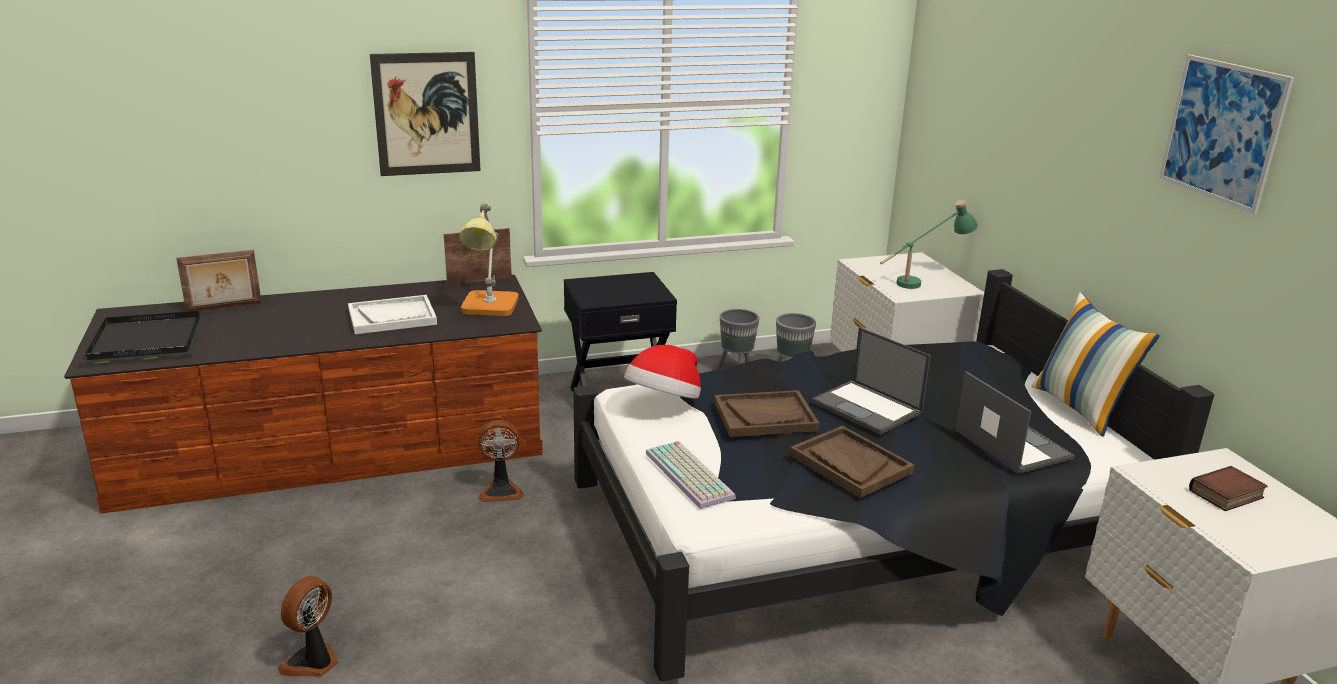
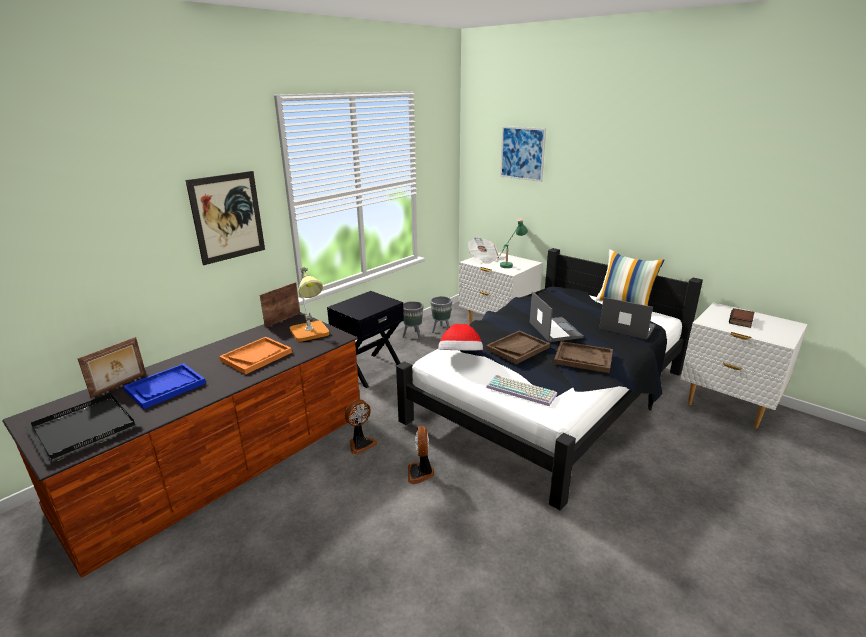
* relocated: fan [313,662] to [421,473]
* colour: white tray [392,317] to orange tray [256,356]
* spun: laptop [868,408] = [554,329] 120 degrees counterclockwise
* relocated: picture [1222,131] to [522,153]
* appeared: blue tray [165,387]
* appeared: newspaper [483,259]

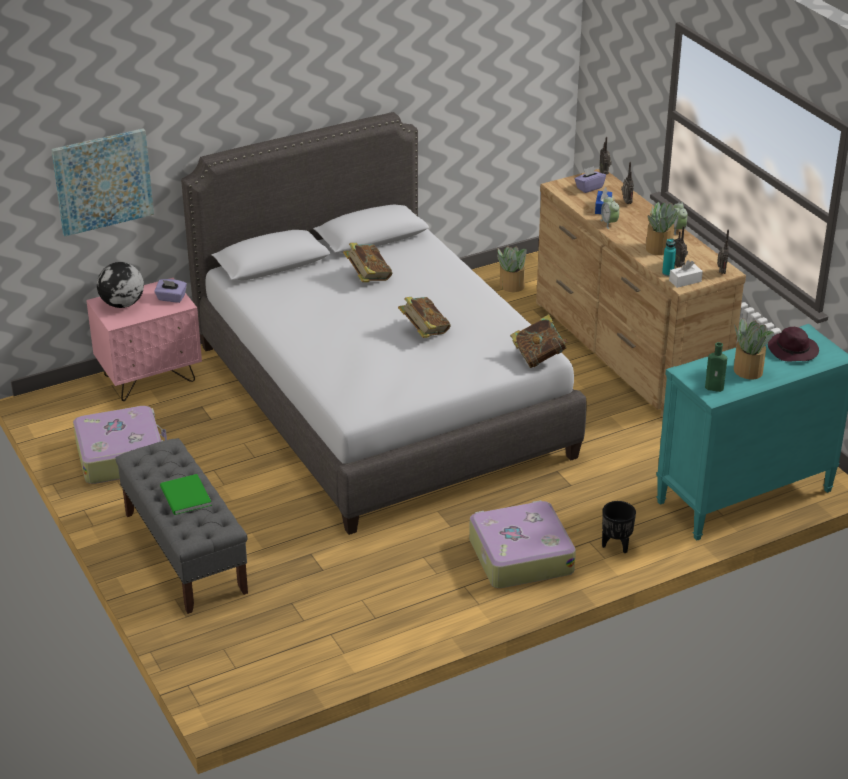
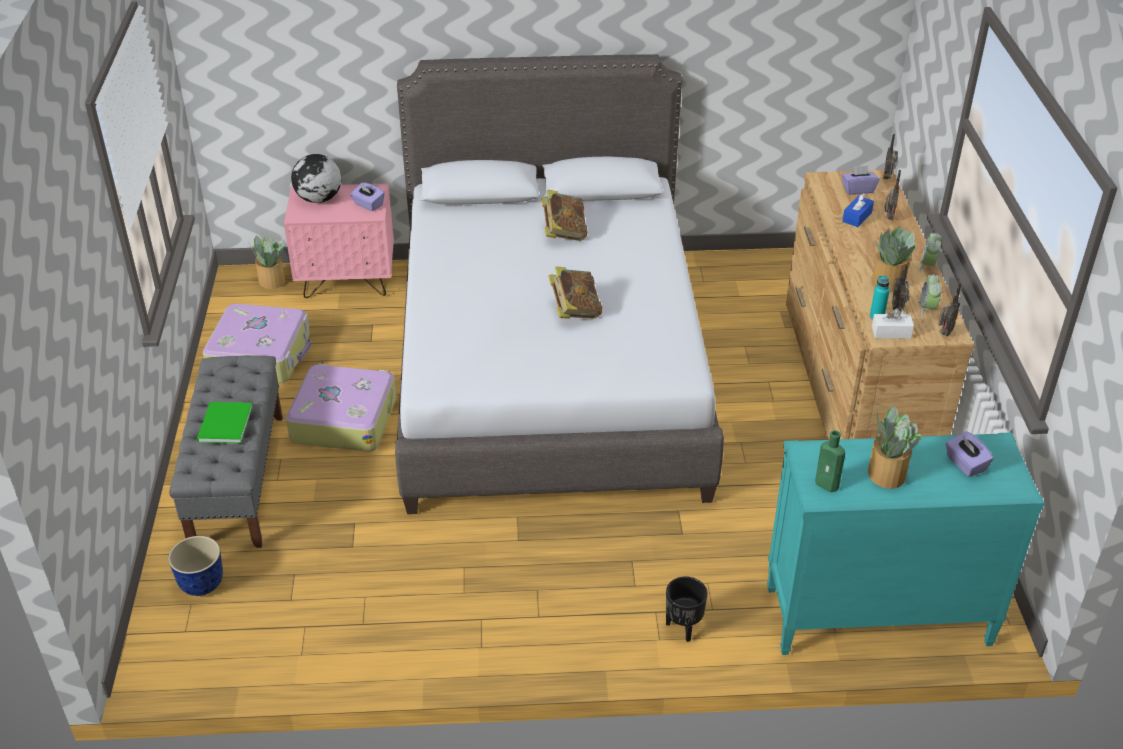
* missing: picture [102,181]
* relocated: suitcase [519,556] to [344,419]
* relocated: potted plant [511,286] to [271,280]
* missing: book [538,357]
* relocated: alarm clock [609,223] to [927,308]
* exchanged: purple hat [793,351] to purple tissue box [965,464]
* appeared: planter [201,584]

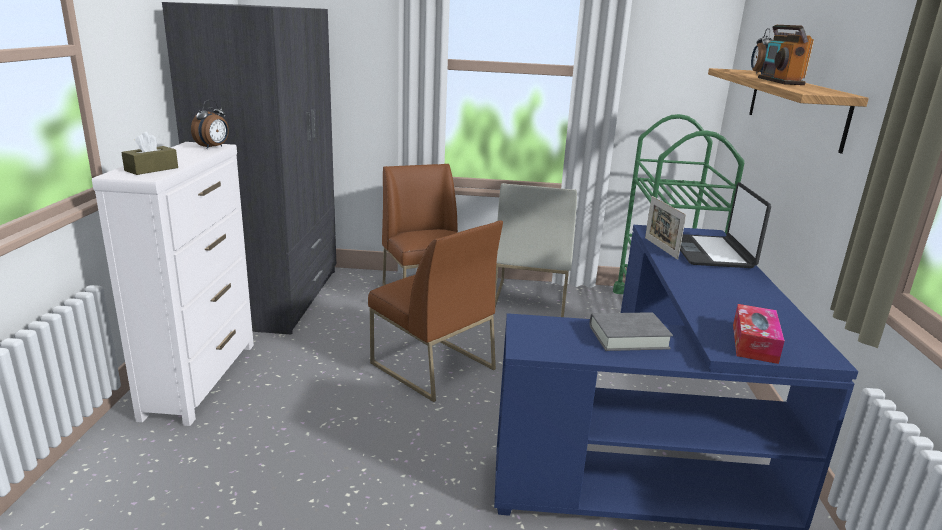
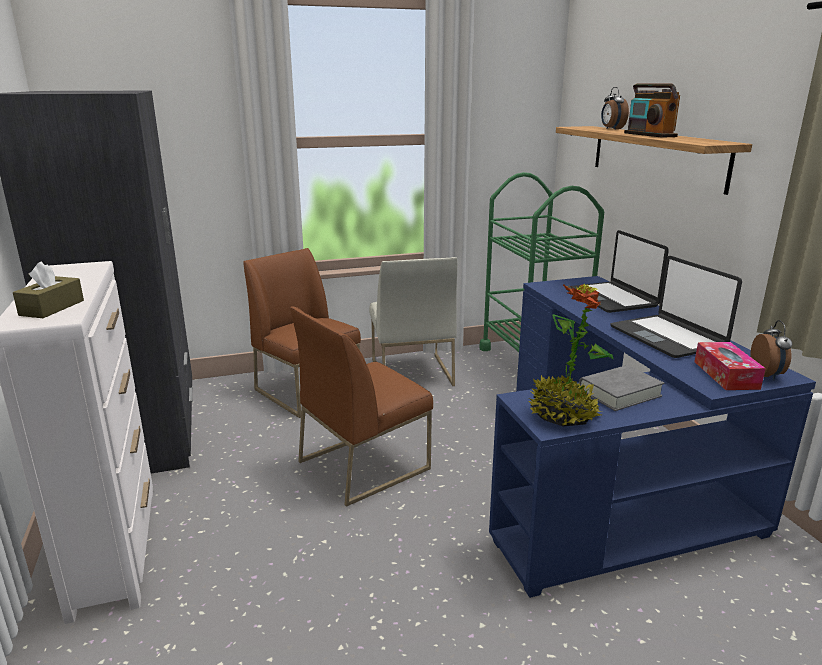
* relocated: alarm clock [213,147] to [767,375]
* spun: brown chair [431,366] = [364,464] 120 degrees clockwise
* missing: picture frame [660,248]
* appeared: potted plant [563,415]
* appeared: laptop [668,337]

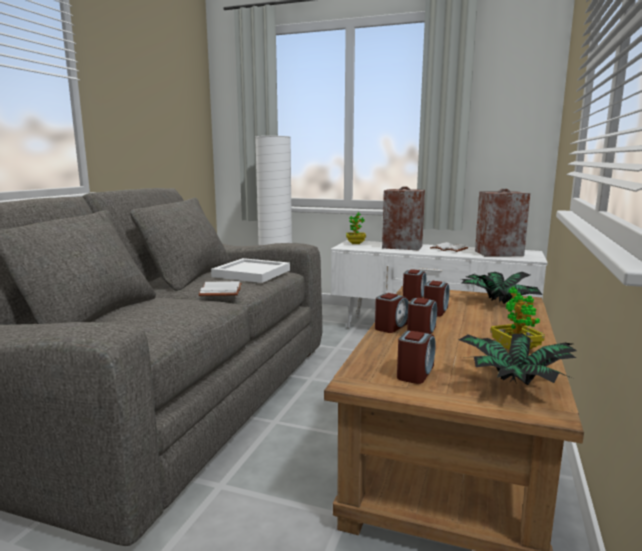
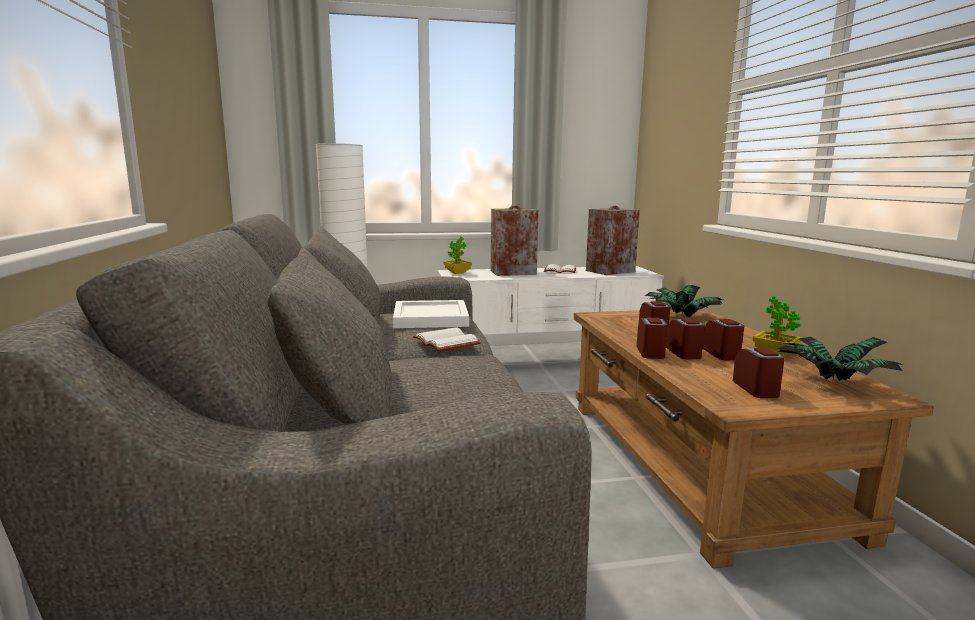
* relocated: alarm clock [414,297] to [721,354]

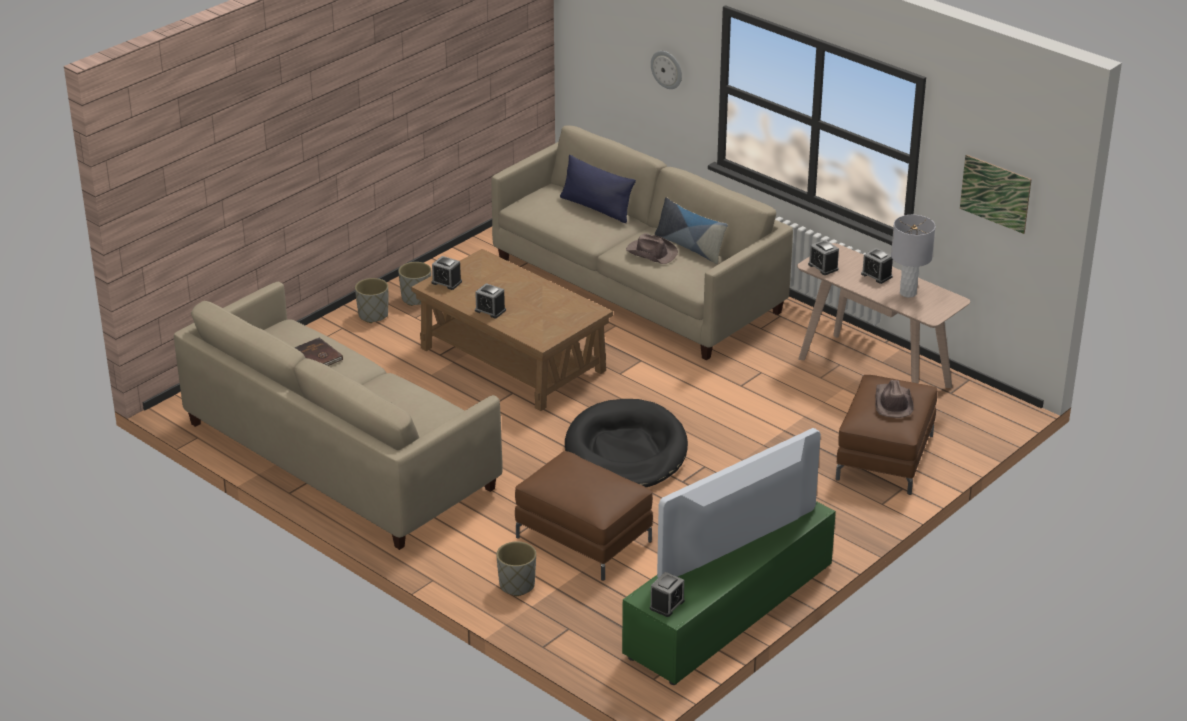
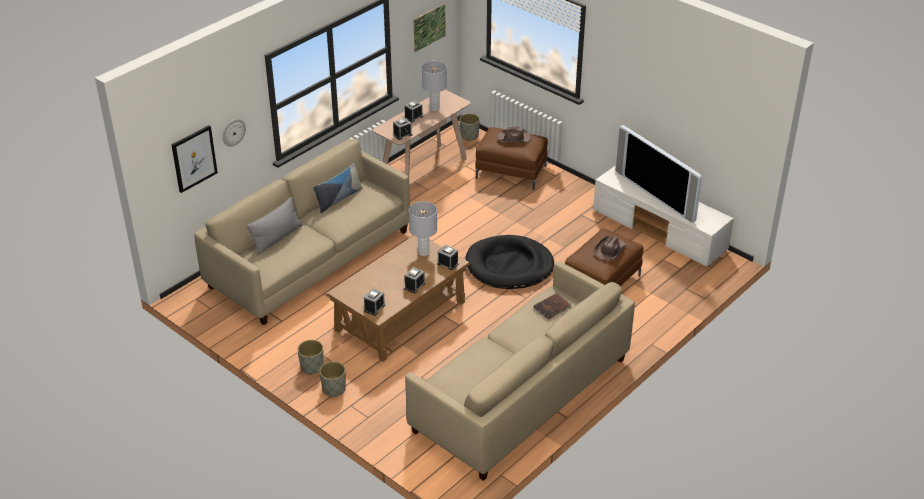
* relocated: brown book [317,356] to [552,307]
* relocated: grey planter [517,585] to [469,136]
* colour: blue pillow [596,208] to grey pillow [277,238]
* colour: green tv stand [729,612] to white tv stand [660,231]
* relocated: brown hat [651,252] to [610,250]
* relocated: alarm clock [667,604] to [448,263]
* appeared: picture [194,158]
* appeared: grey table lamp [423,252]

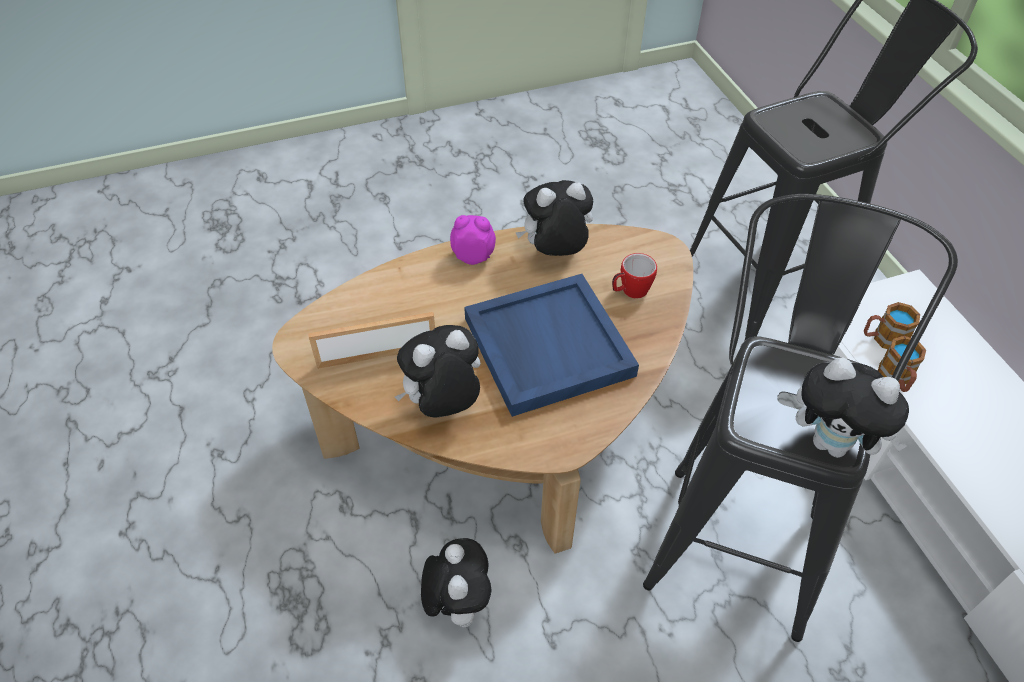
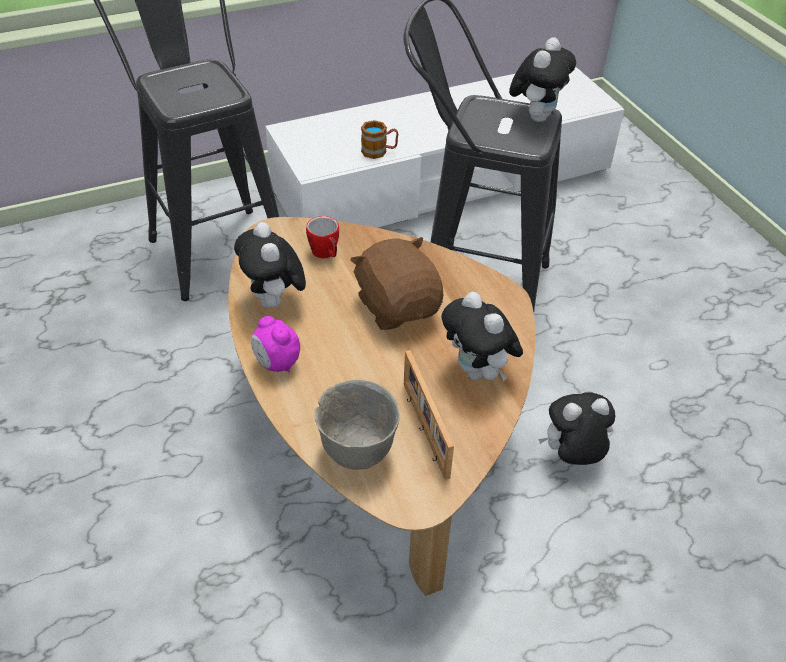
* spun: alarm clock [473,256] = [276,363] 45 degrees counterclockwise
* exchanged: blue tray [546,346] to brown plush toy [398,306]
* missing: mug [882,338]
* appeared: grey bowl [356,450]

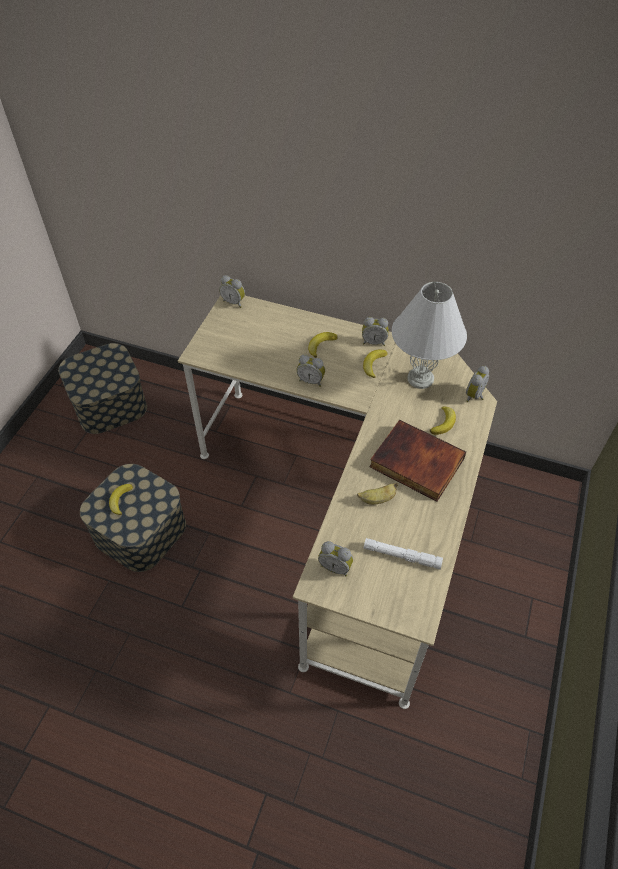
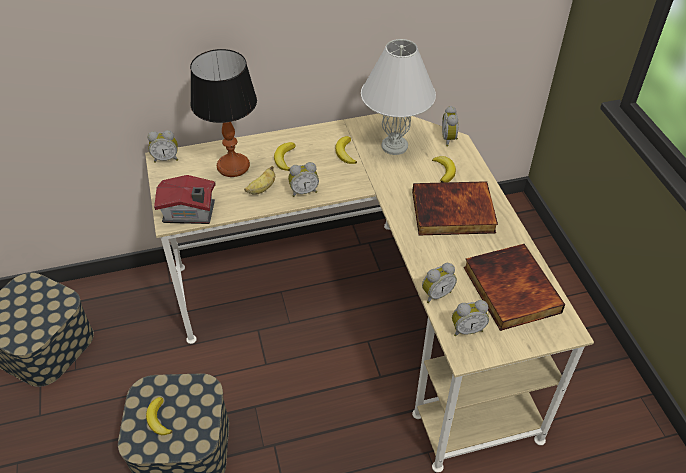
* relocated: banana [377,499] to [262,189]
* relocated: alarm clock [374,342] to [436,294]
* exchanged: white flashlight [402,556] to book [509,289]
* appeared: toy house [190,213]
* appeared: table lamp [233,166]

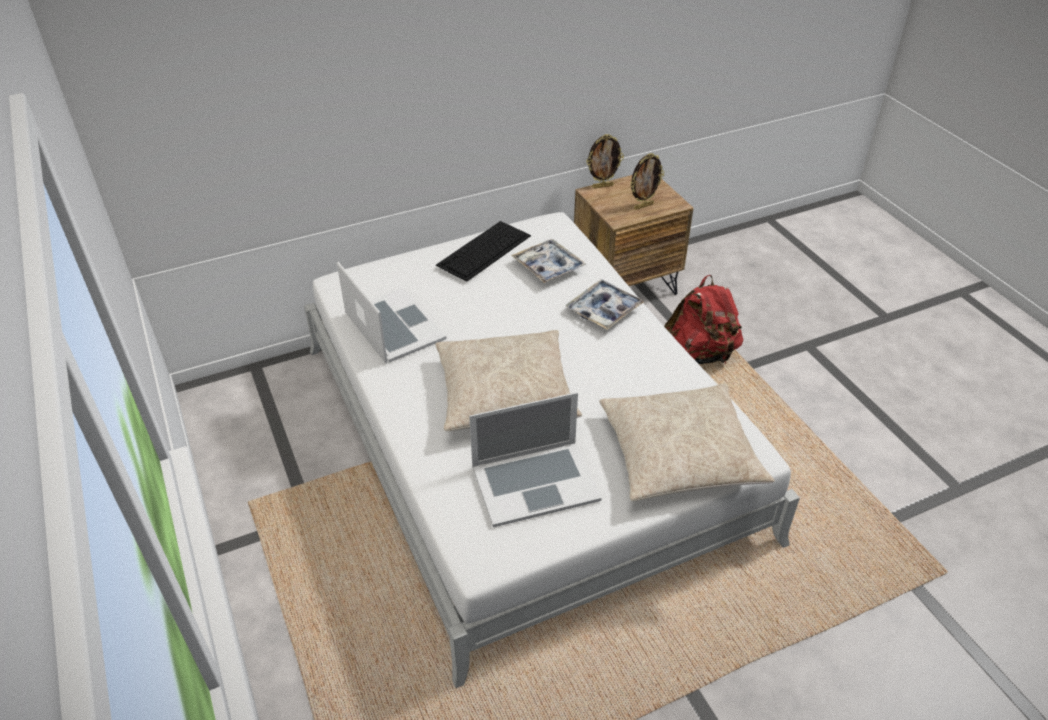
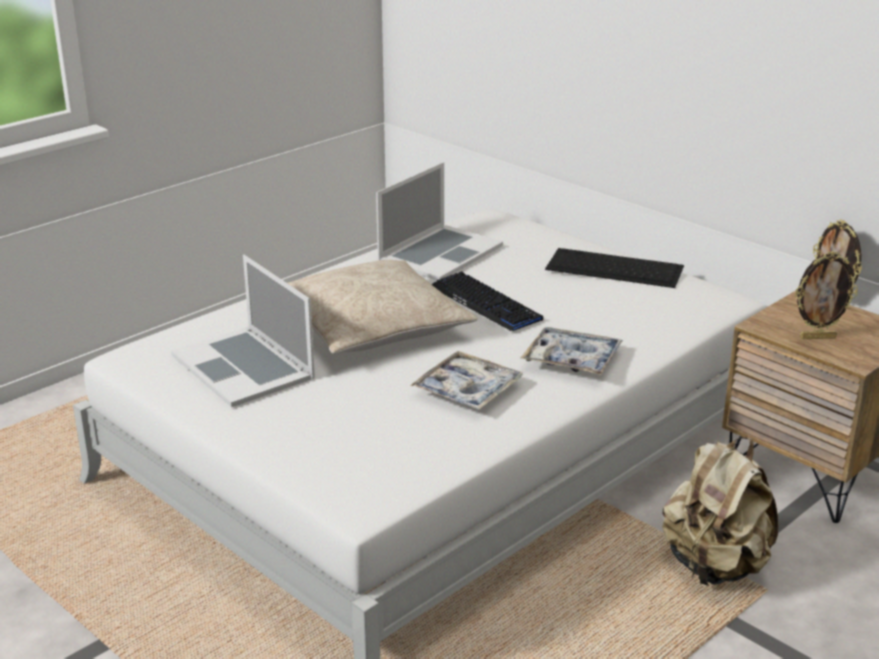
* relocated: tray [548,266] to [467,390]
* missing: beige pillow [679,453]
* spun: picture frame [643,206] = [817,337] 45 degrees counterclockwise
* colour: red backpack [699,353] to beige backpack [715,566]
* appeared: keyboard [485,303]

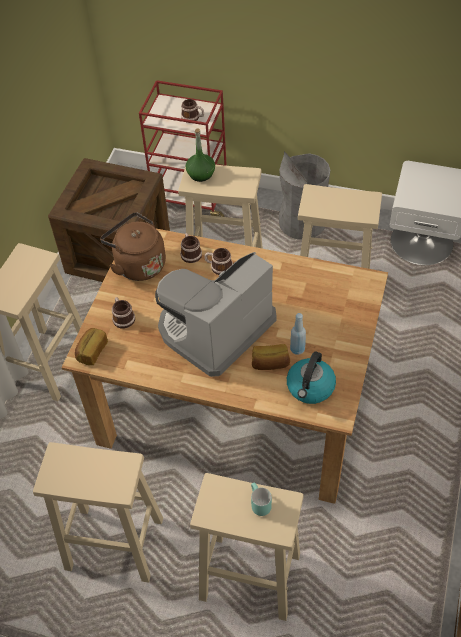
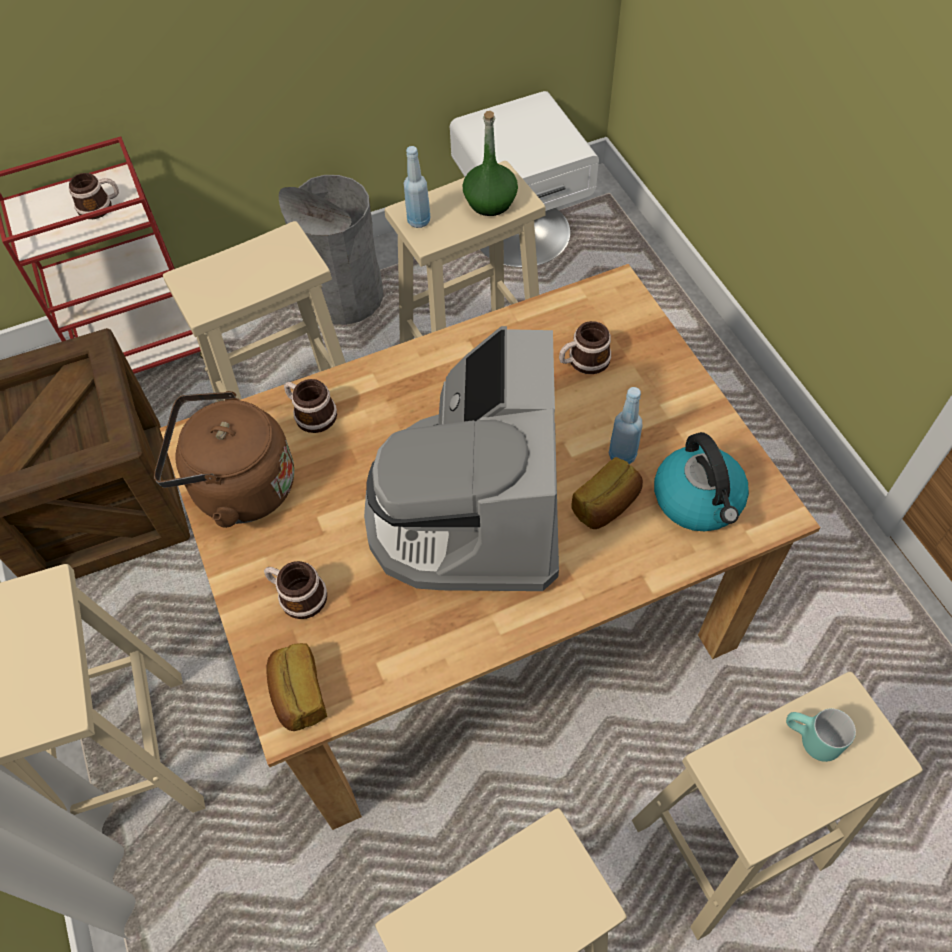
* relocated: green bottle [201,174] to [490,202]
* relocated: mug [218,267] to [583,361]
* appeared: blue bottle [419,221]

